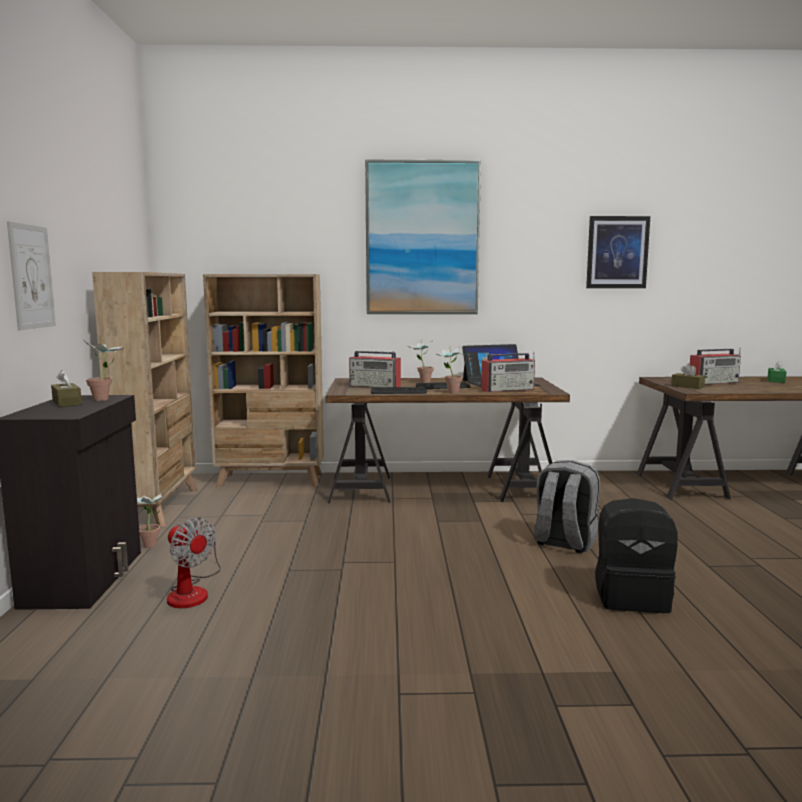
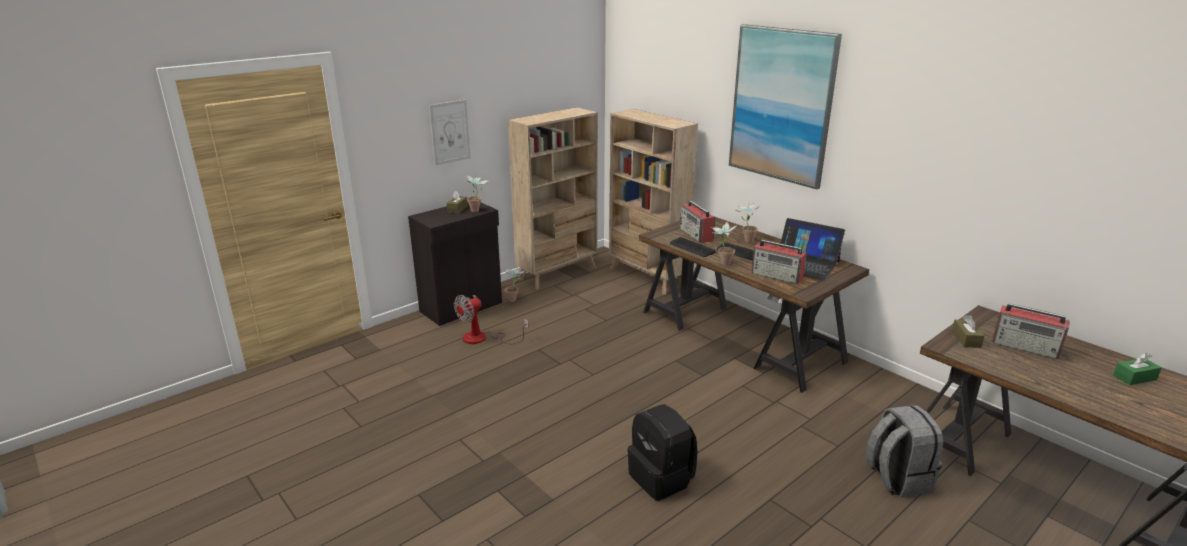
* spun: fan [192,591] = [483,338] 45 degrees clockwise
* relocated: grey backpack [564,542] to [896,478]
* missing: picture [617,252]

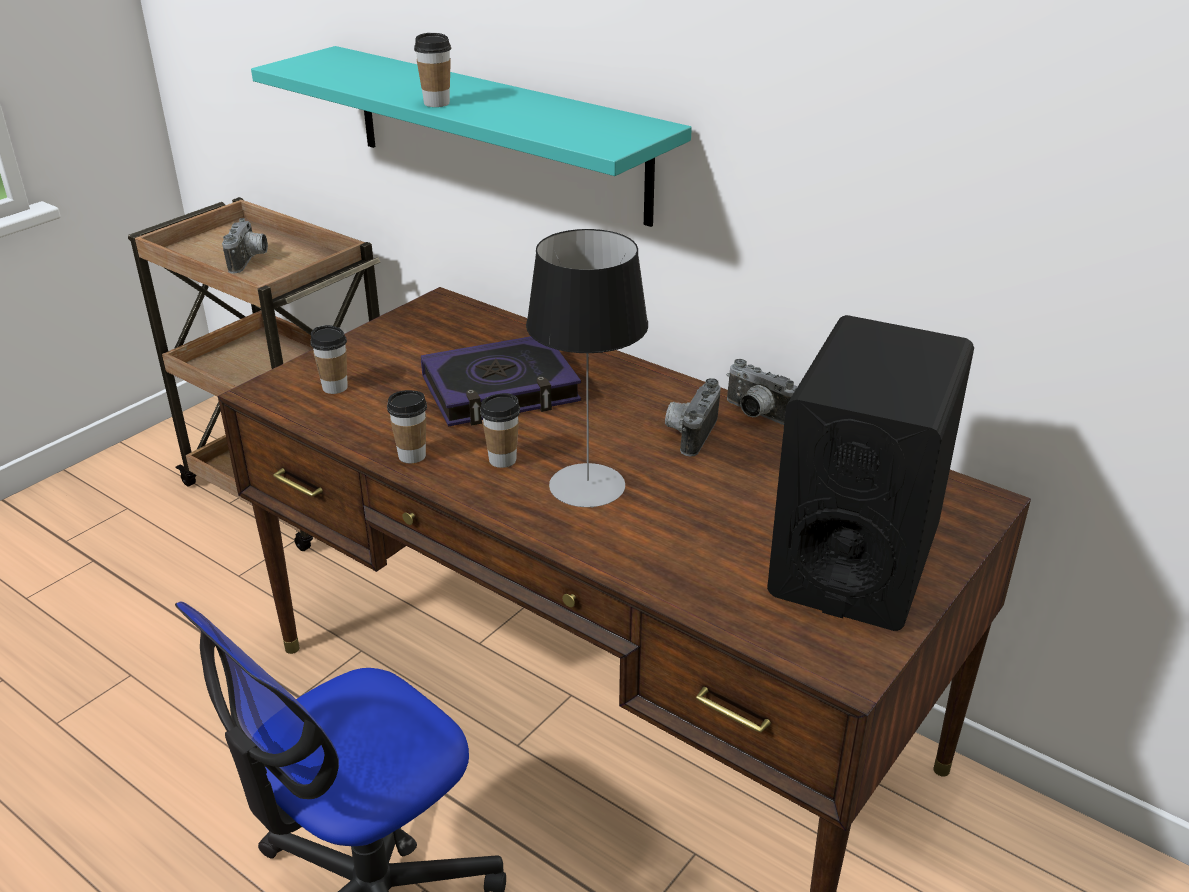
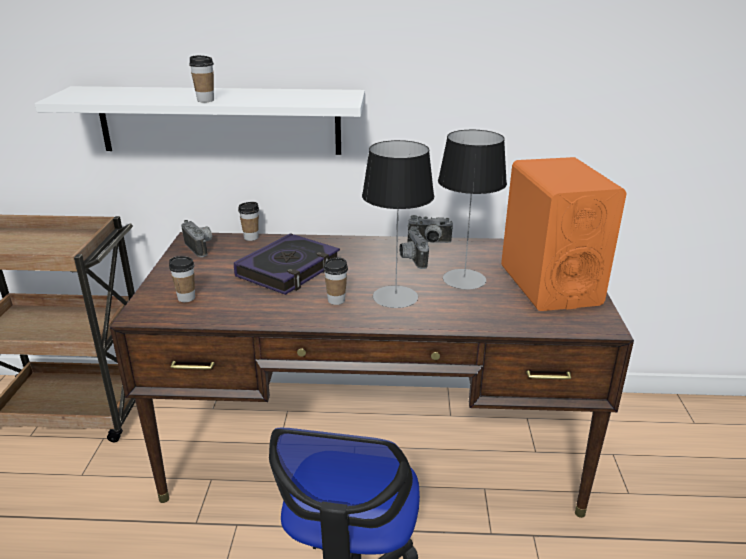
* relocated: photo camera [250,261] to [201,247]
* colour: turquoise shelf [497,133] to white shelf [220,120]
* relocated: cup [412,456] to [251,237]
* colour: black speaker [855,559] to orange speaker [549,285]
* appeared: table lamp [464,279]

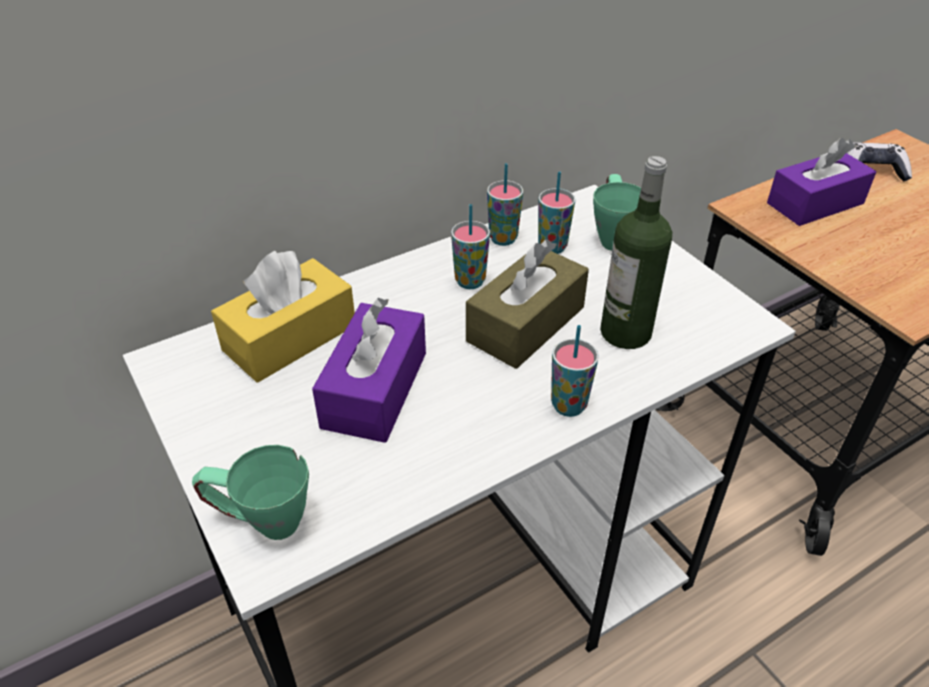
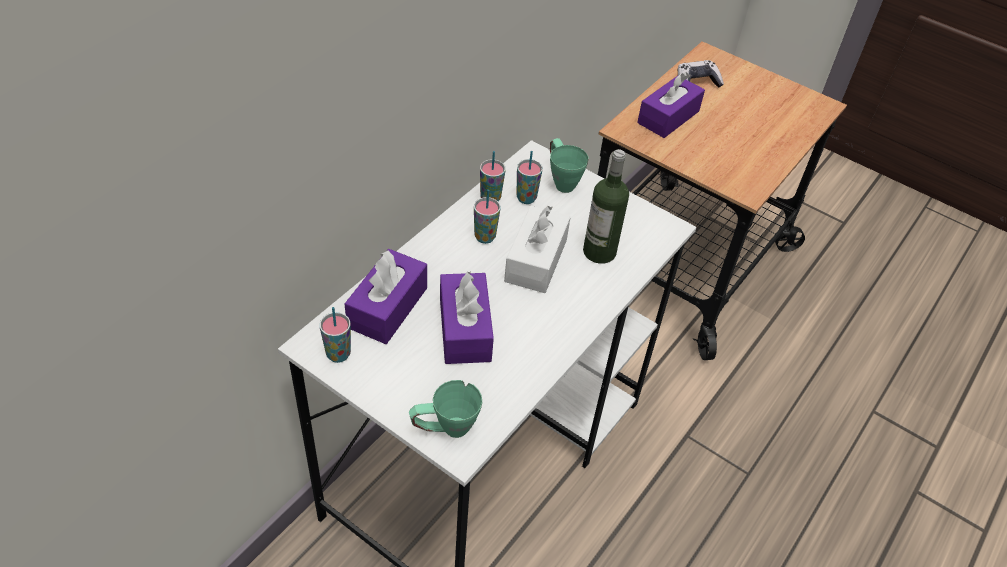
* colour: yellow tissue box [290,338] to purple tissue box [387,307]
* colour: brown tissue box [525,324] to white tissue box [536,260]
* relocated: cup [568,406] to [338,354]

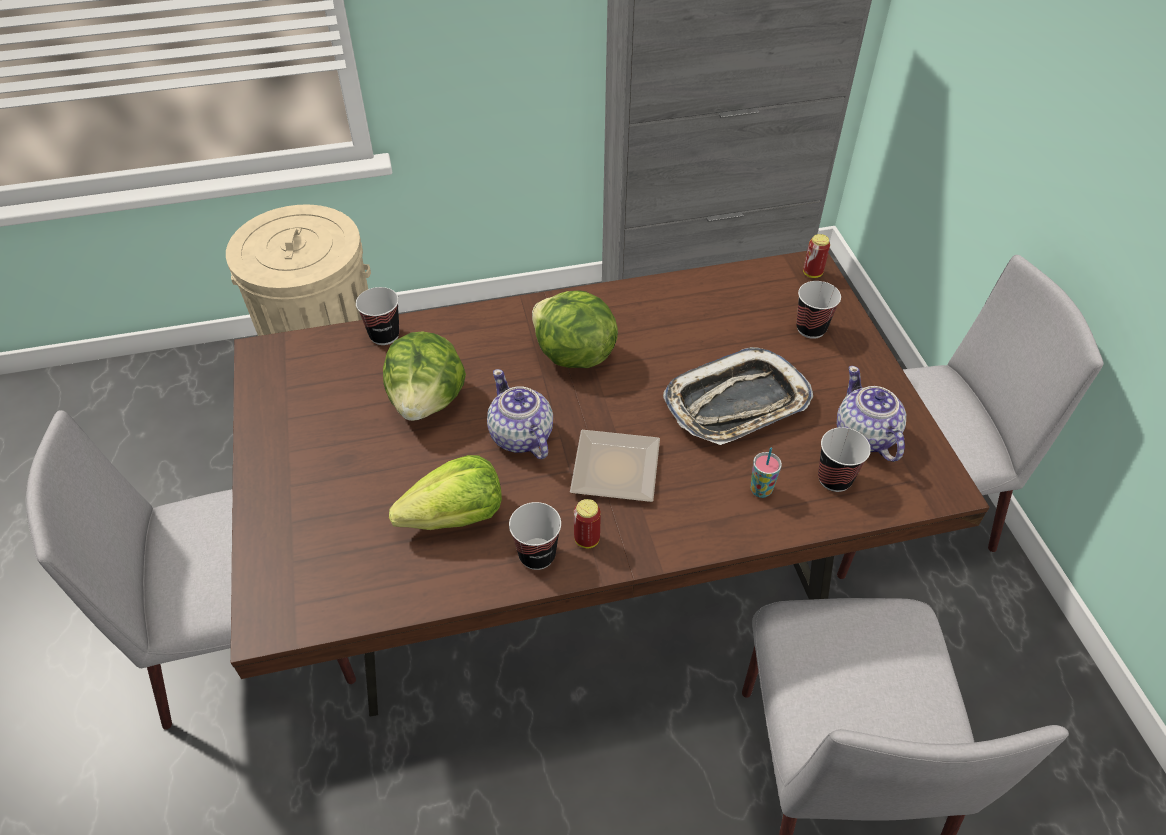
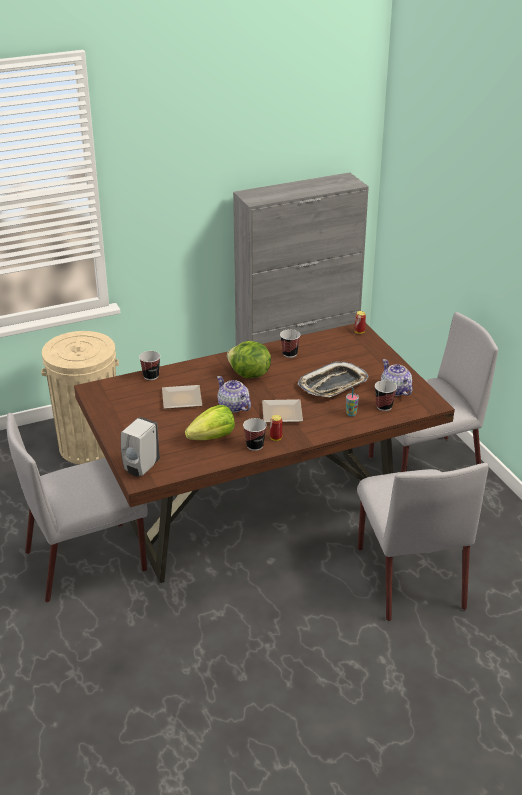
* exchanged: lettuce [428,401] to plate [183,398]
* relocated: cup [811,328] to [289,354]
* appeared: white soap dispenser [141,468]

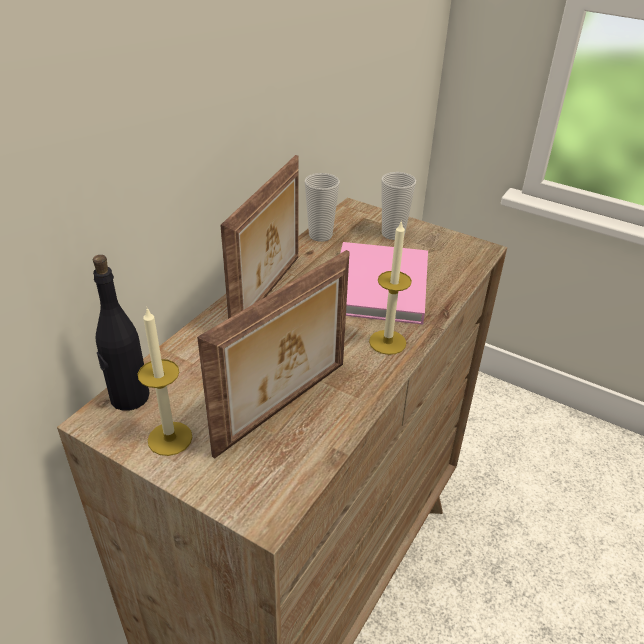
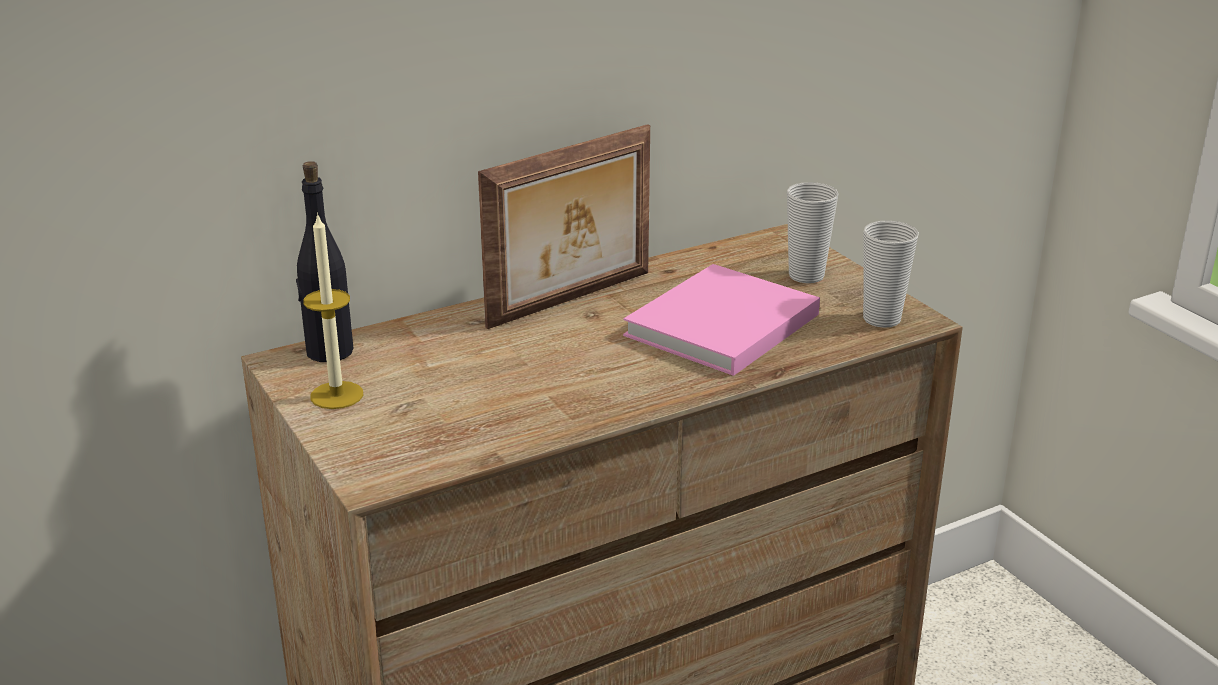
* missing: picture frame [284,408]
* relocated: cup [320,235] to [882,319]
* missing: candle [387,342]

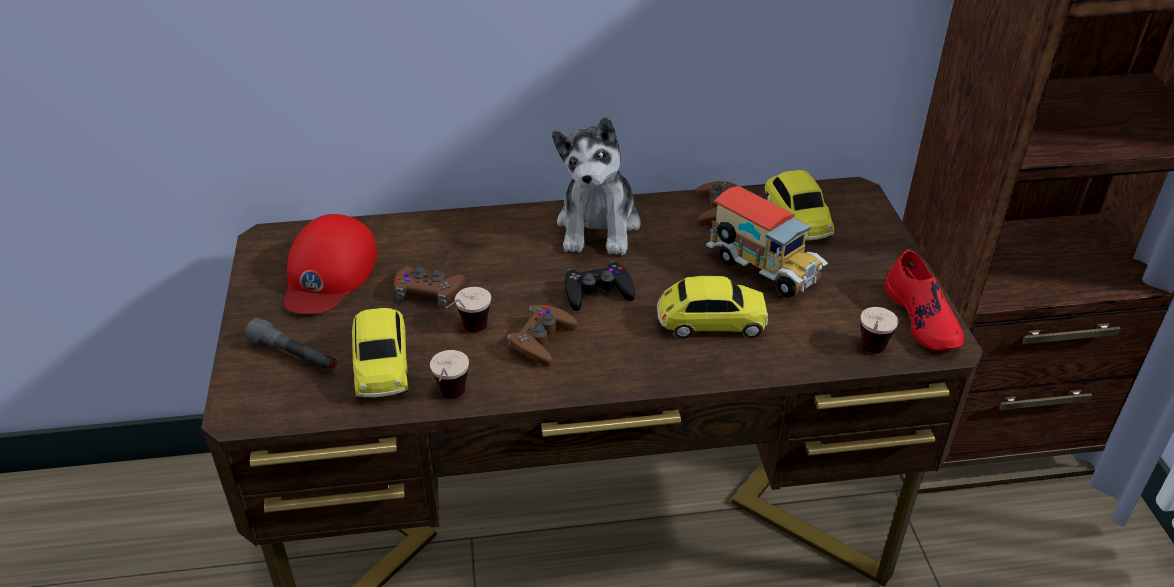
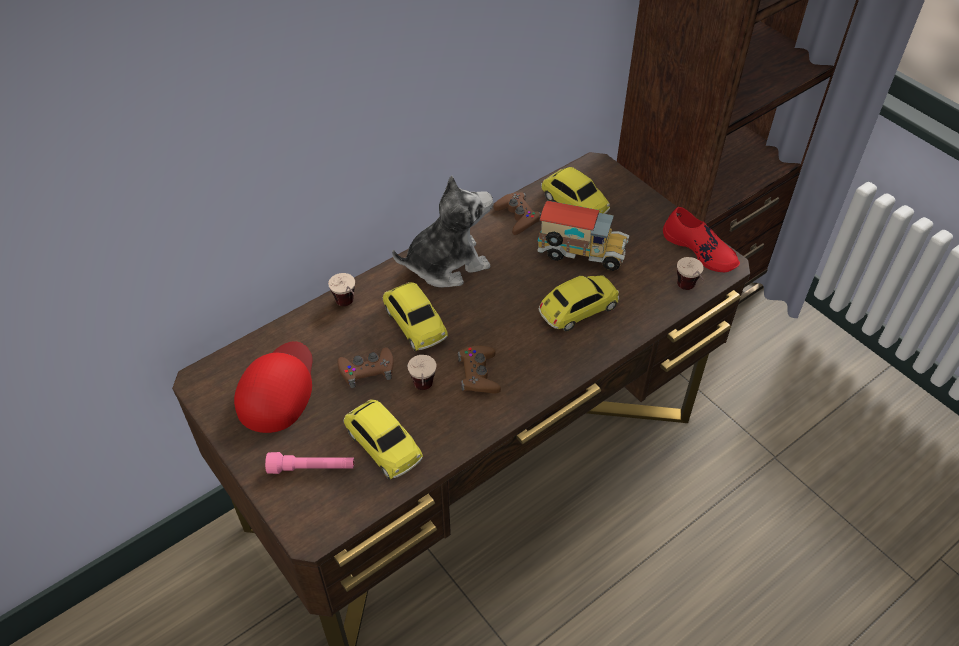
* colour: grey flashlight [294,356] to pink flashlight [312,468]
* spun: red cap [329,273] = [278,389] 150 degrees counterclockwise
* relocated: cup [450,401] to [348,307]
* spun: plush toy [599,226] = [446,264] 90 degrees counterclockwise
* missing: black game controller [597,292]
* appeared: toy car [414,323]

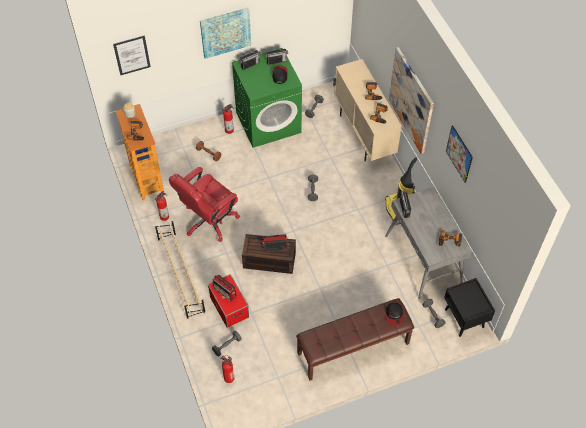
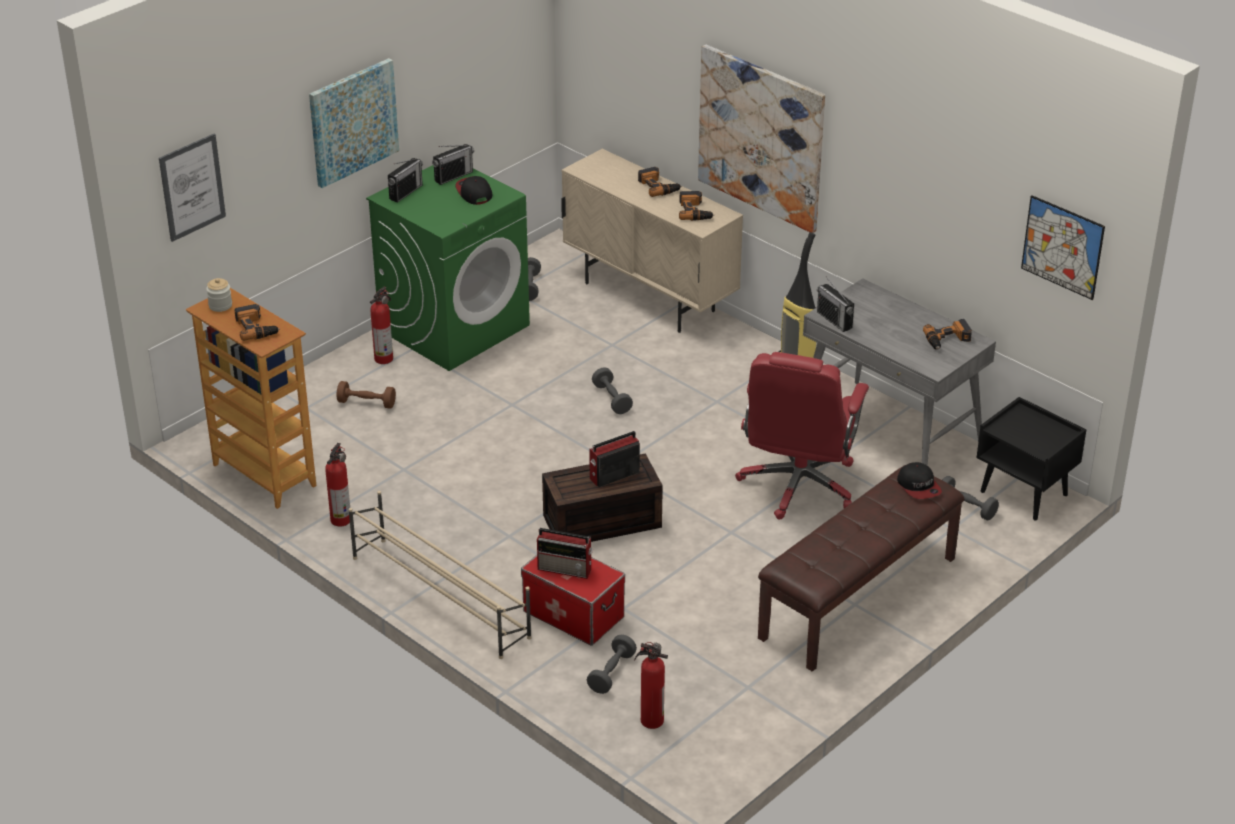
* relocated: red office chair [209,220] to [798,485]
* relocated: picture [459,154] to [1062,247]

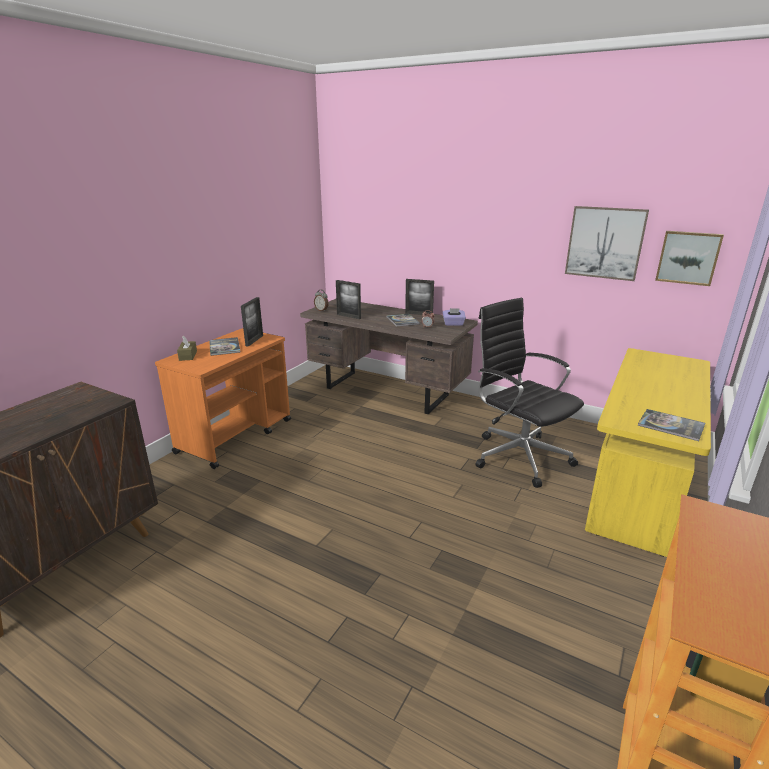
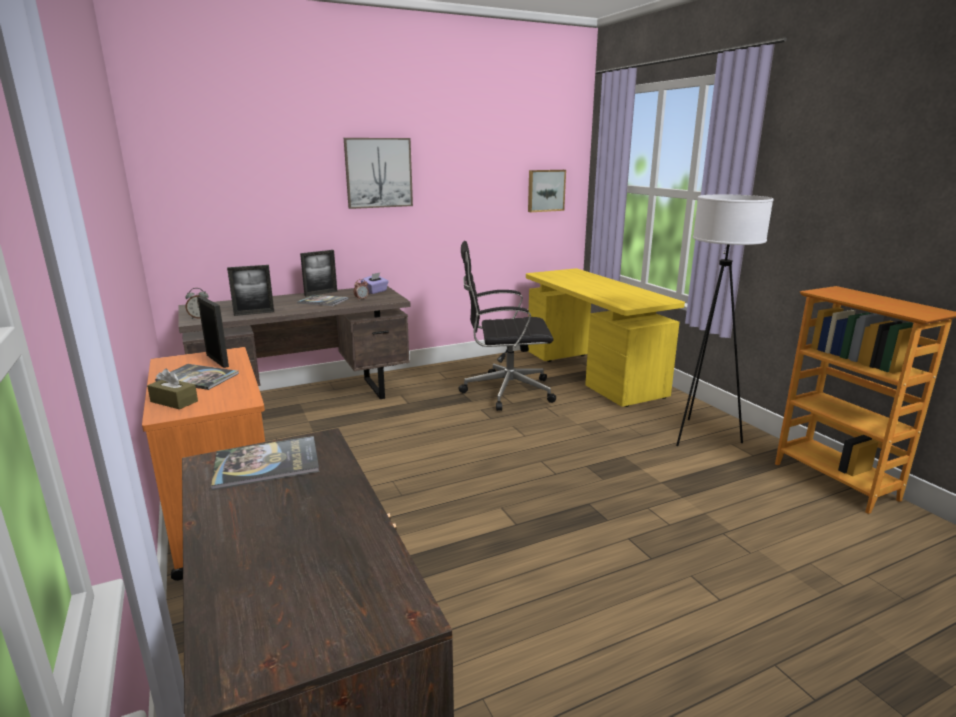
* relocated: picture [605,243] to [378,173]
* relocated: book [671,425] to [267,463]
* appeared: white floor lamp [701,435]

